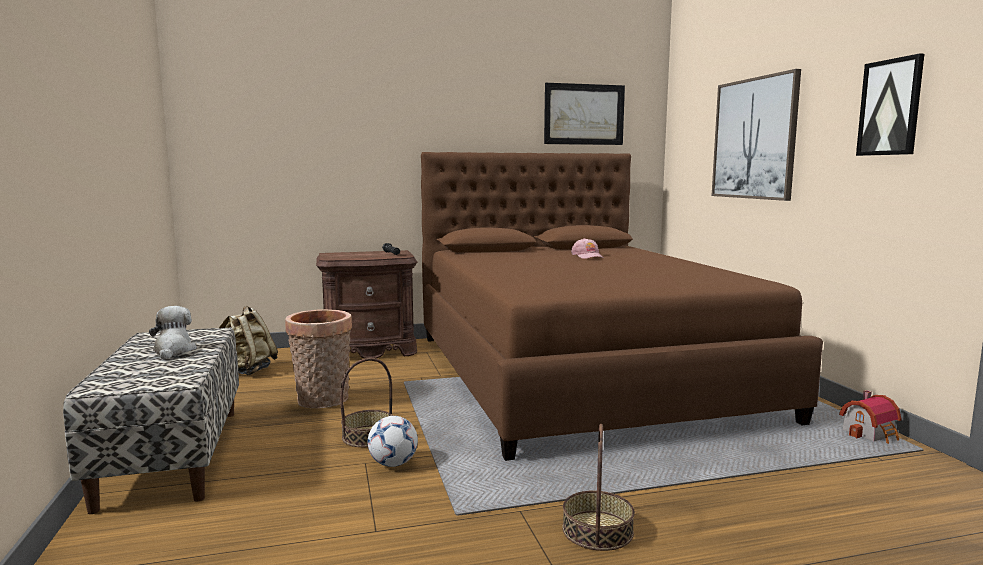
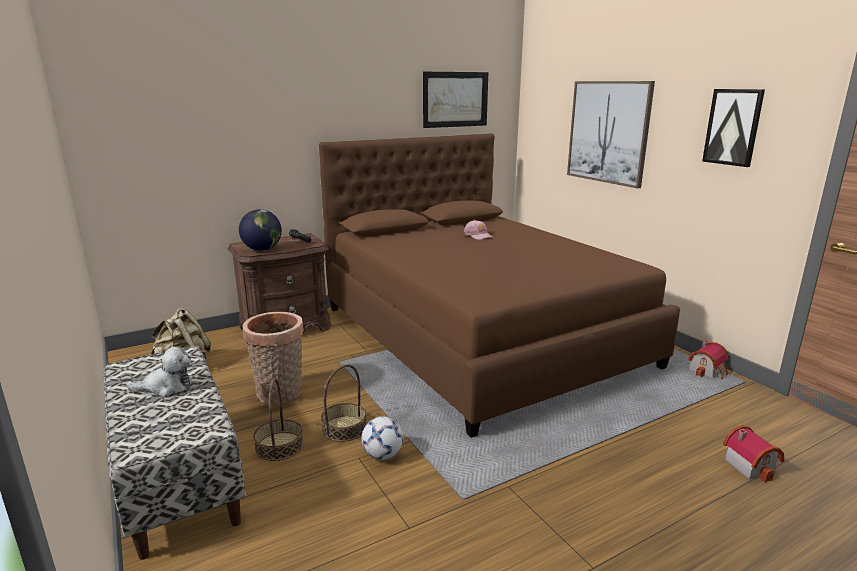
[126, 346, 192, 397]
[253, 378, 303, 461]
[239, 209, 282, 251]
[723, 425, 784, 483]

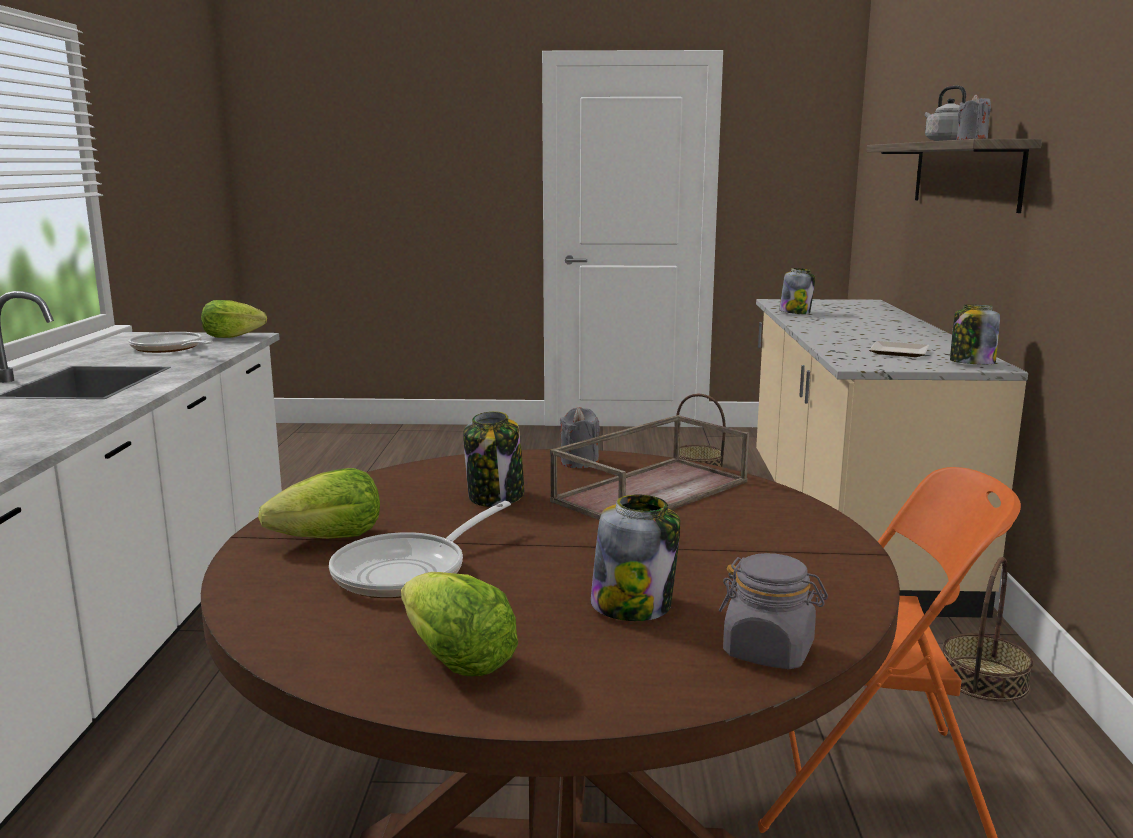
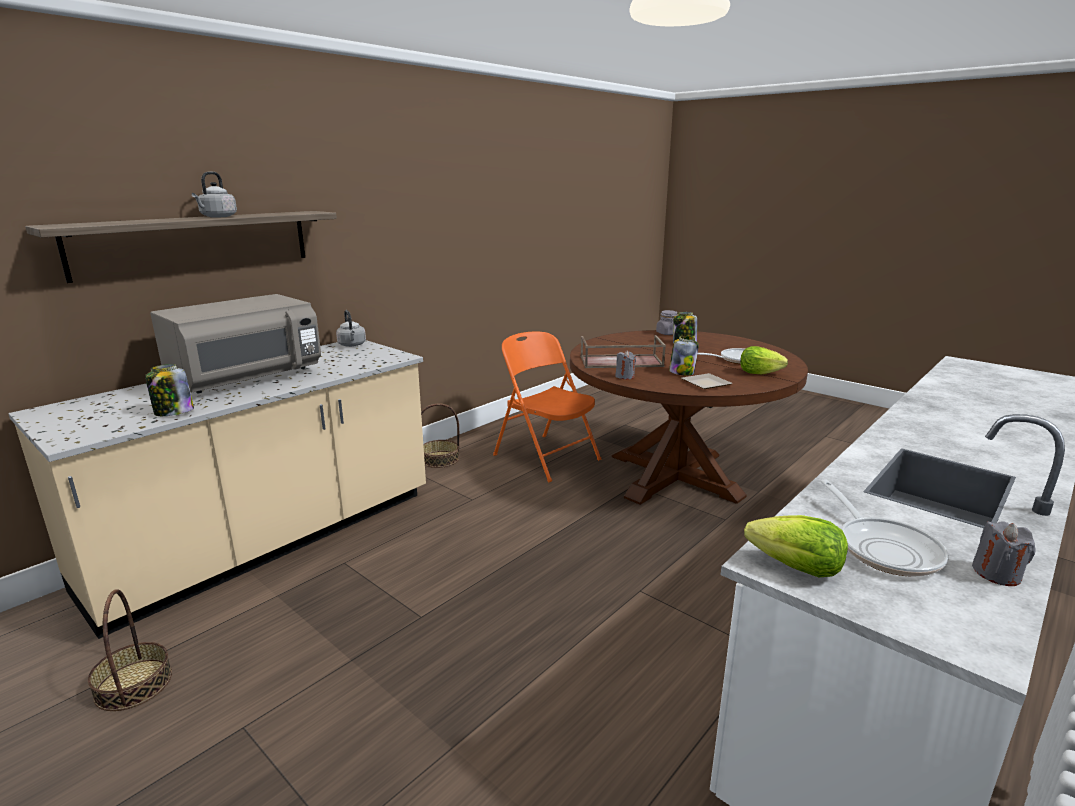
[401, 572, 518, 676] (first image)
[681, 373, 733, 389]
[336, 310, 366, 347]
[972, 521, 1036, 586]
[150, 294, 321, 393]

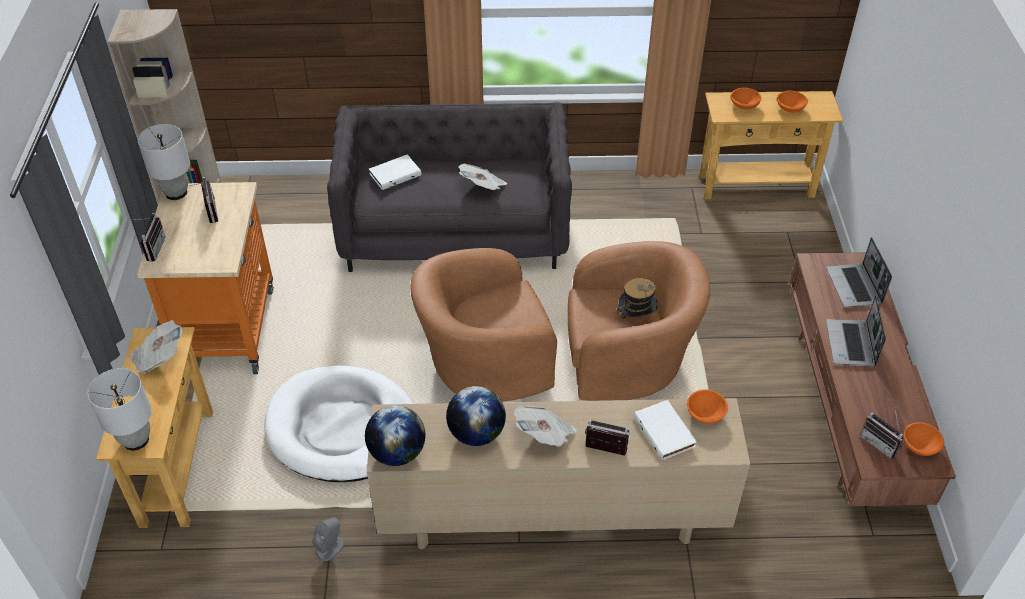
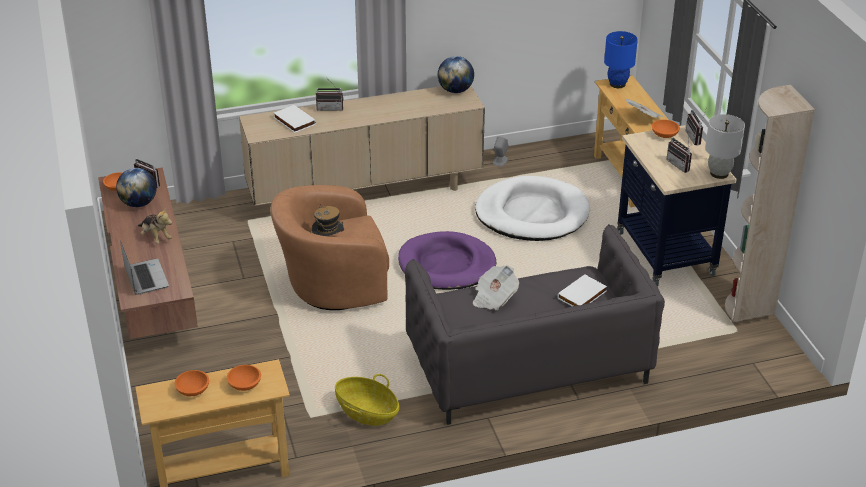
[604, 31, 638, 88]
[617, 125, 737, 286]
[398, 231, 496, 290]
[116, 168, 157, 207]
[514, 405, 577, 447] (first image)
[652, 120, 680, 138]
[138, 208, 172, 244]
[335, 374, 399, 426]

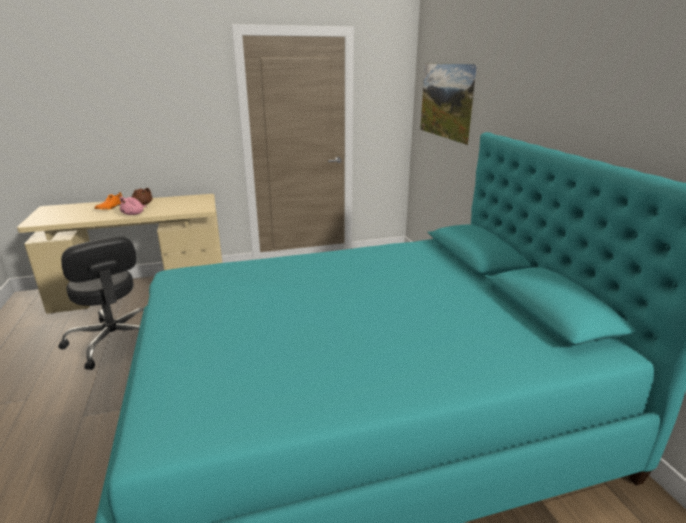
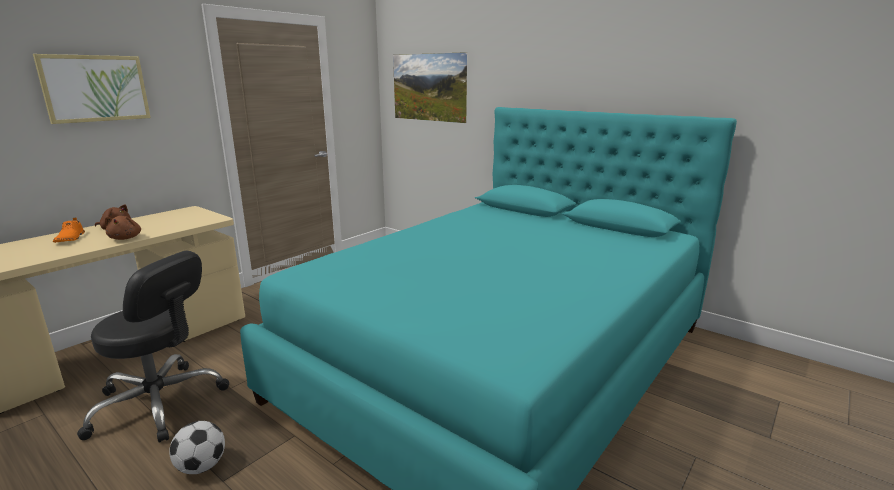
[105, 216, 141, 240]
[33, 54, 151, 124]
[169, 421, 225, 474]

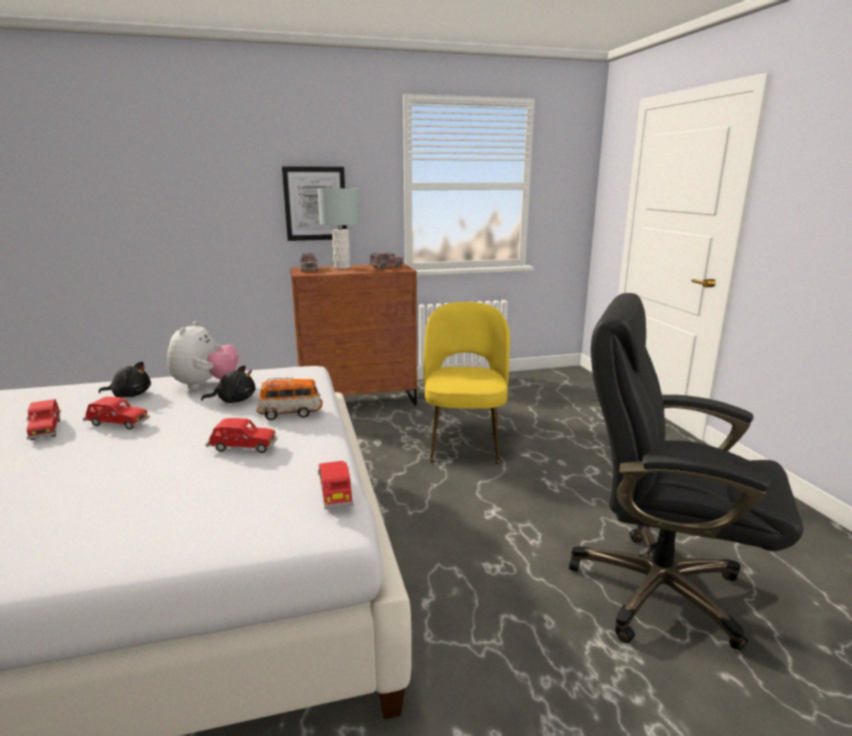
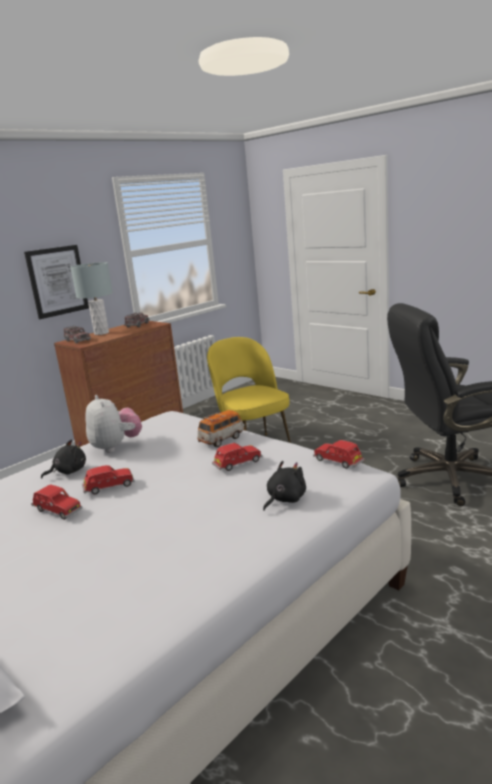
[263, 461, 306, 511]

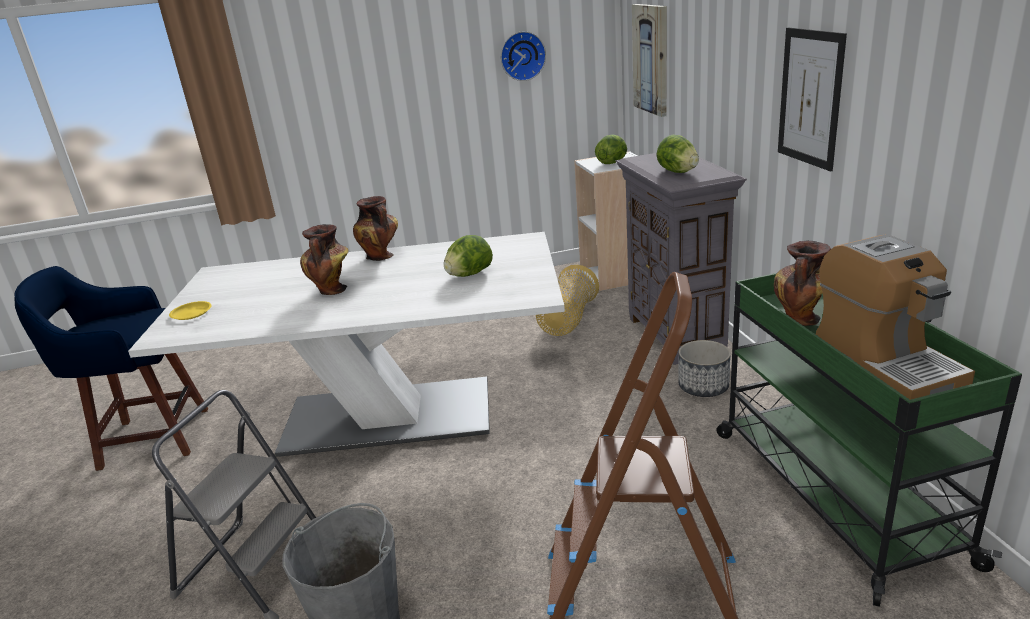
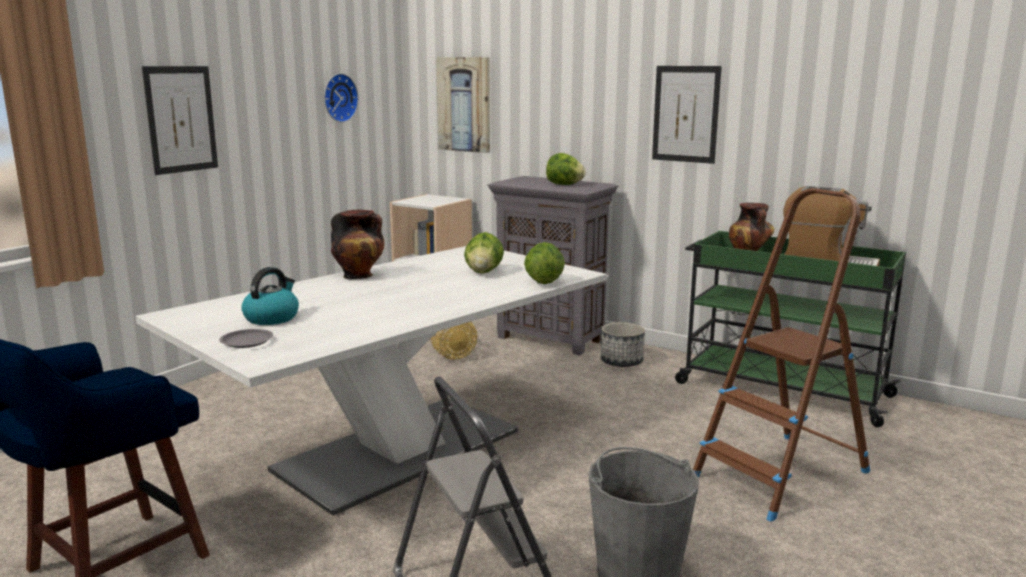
[219, 329, 273, 348]
[300, 224, 348, 295] (first image)
[524, 242, 565, 284]
[142, 66, 218, 175]
[241, 267, 299, 325]

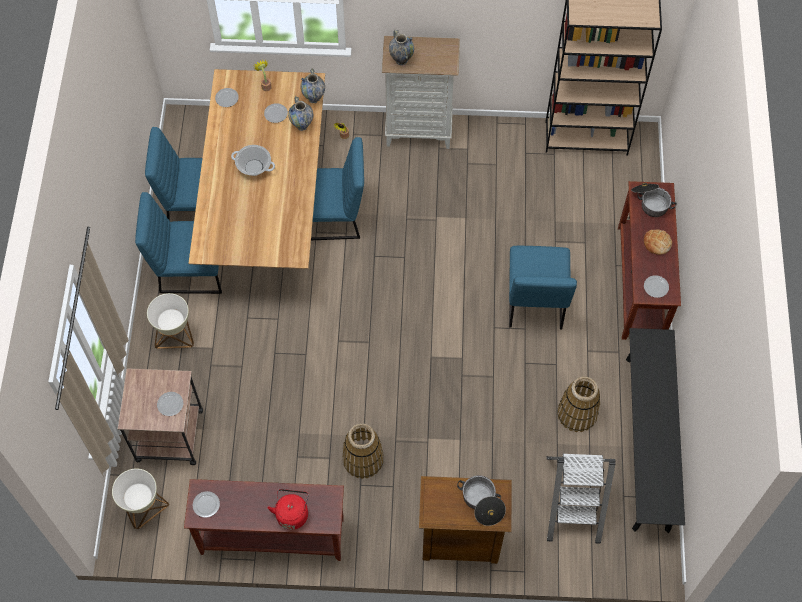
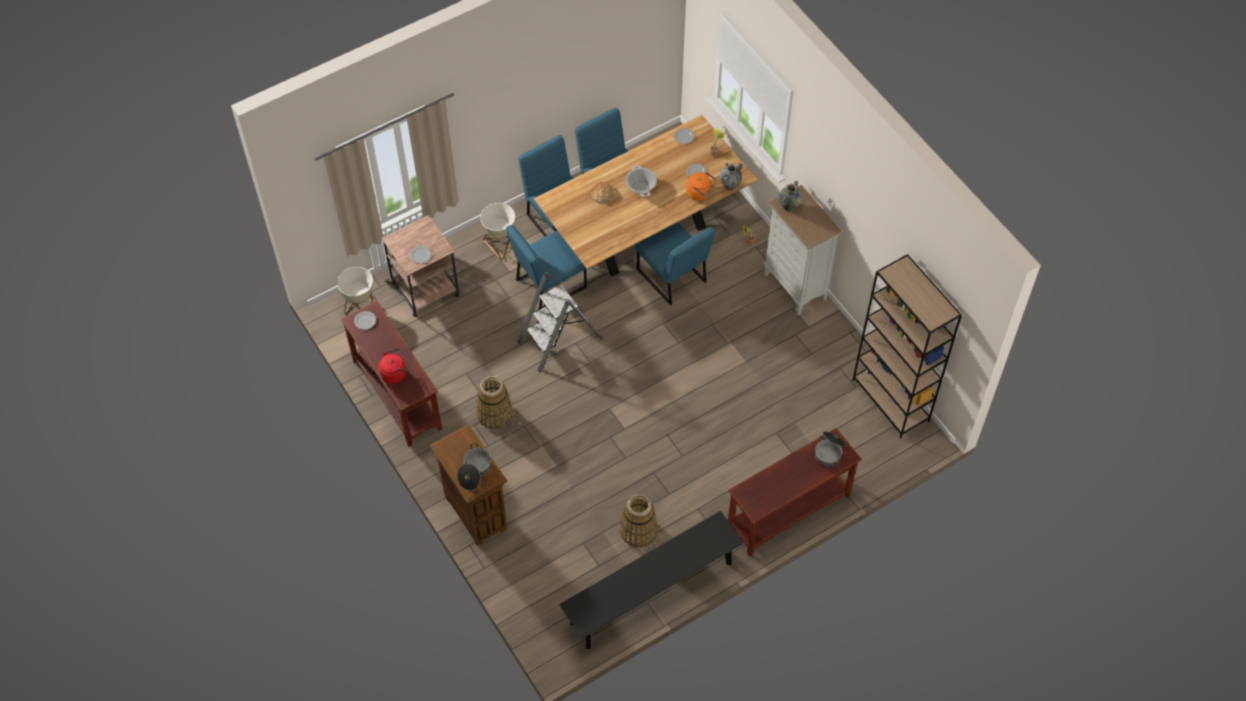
[686, 172, 717, 201]
[506, 225, 587, 310]
[518, 272, 603, 372]
[590, 182, 614, 203]
[644, 275, 669, 298] (first image)

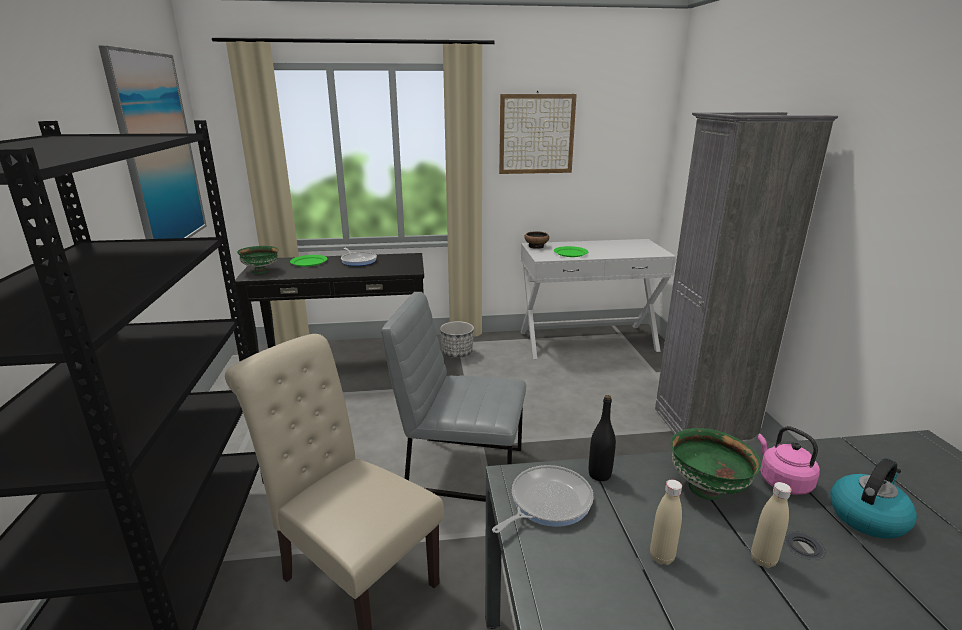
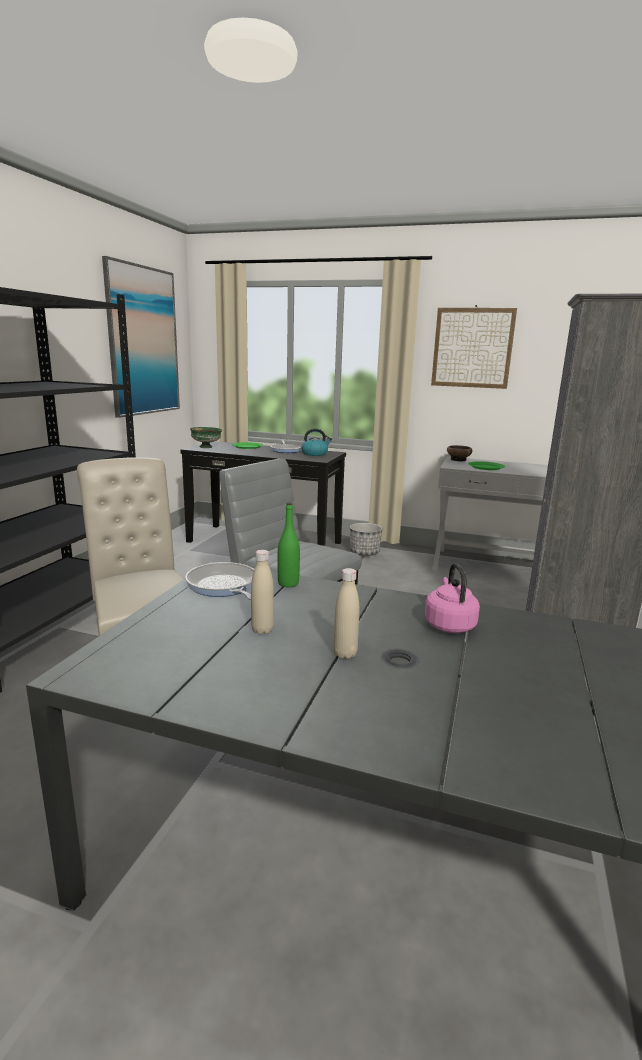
[185, 562, 254, 600]
[278, 502, 300, 587]
[671, 428, 761, 500] (first image)
[301, 428, 332, 456]

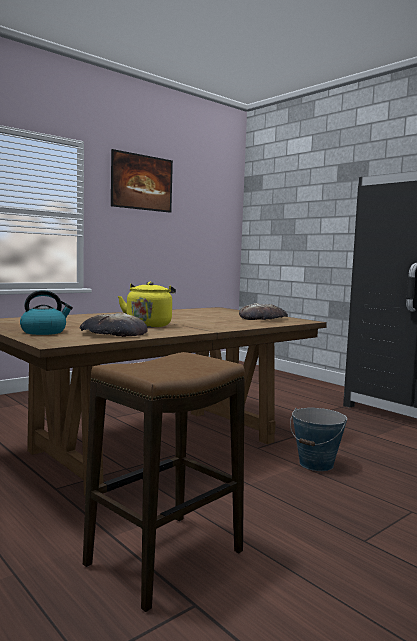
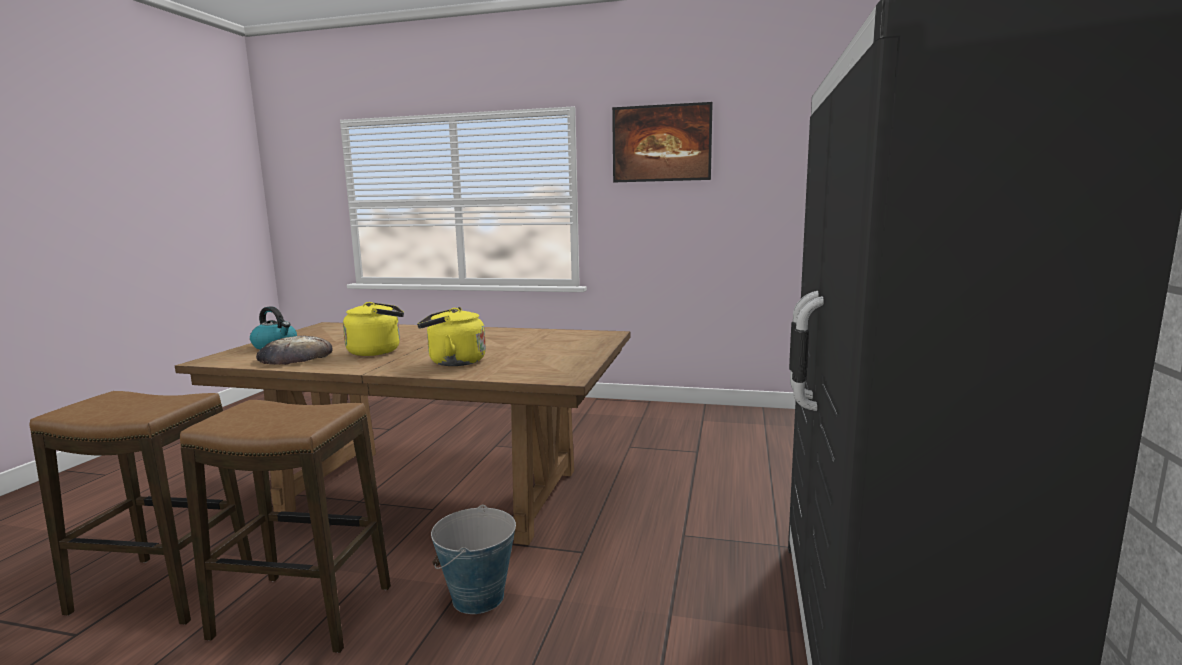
[239, 303, 288, 320] (first image)
[180, 400, 391, 653]
[417, 307, 486, 366]

